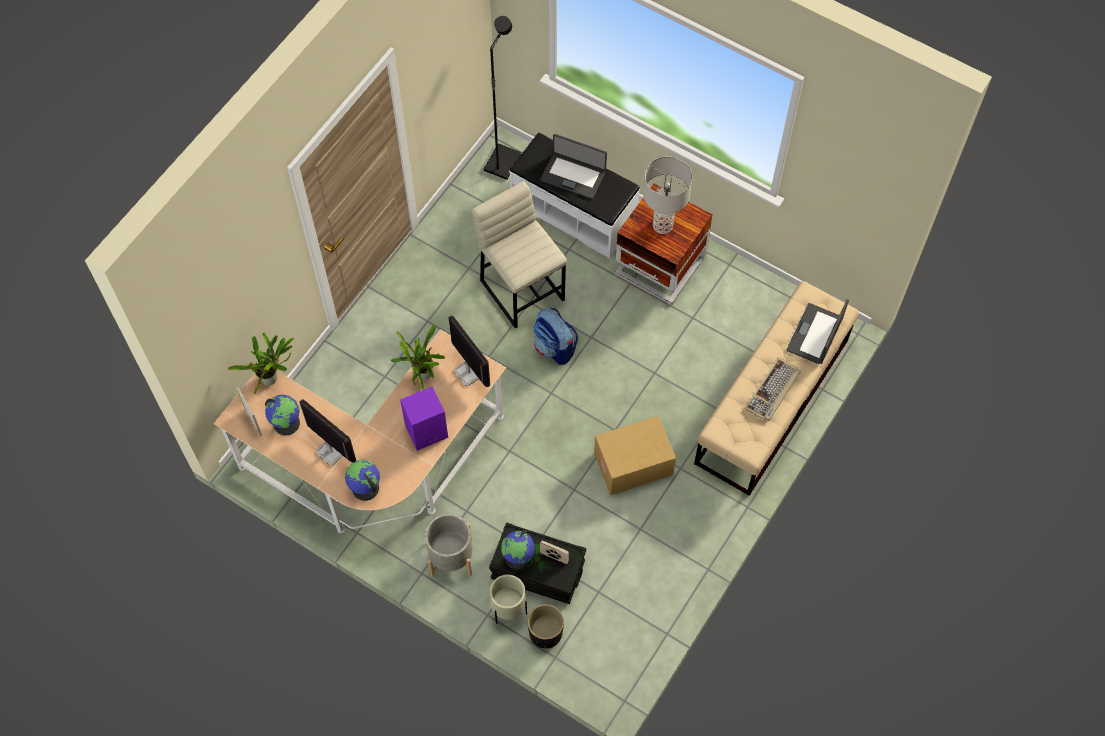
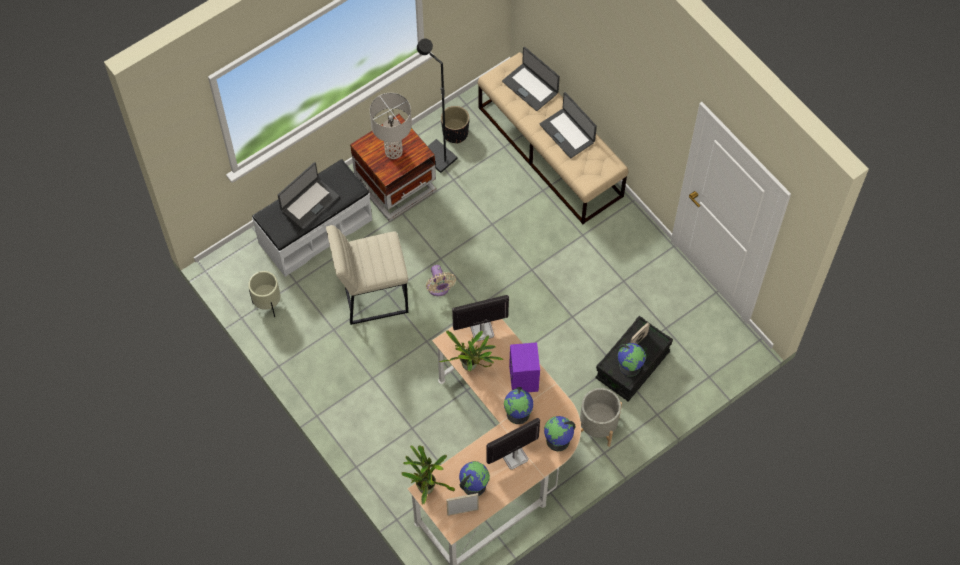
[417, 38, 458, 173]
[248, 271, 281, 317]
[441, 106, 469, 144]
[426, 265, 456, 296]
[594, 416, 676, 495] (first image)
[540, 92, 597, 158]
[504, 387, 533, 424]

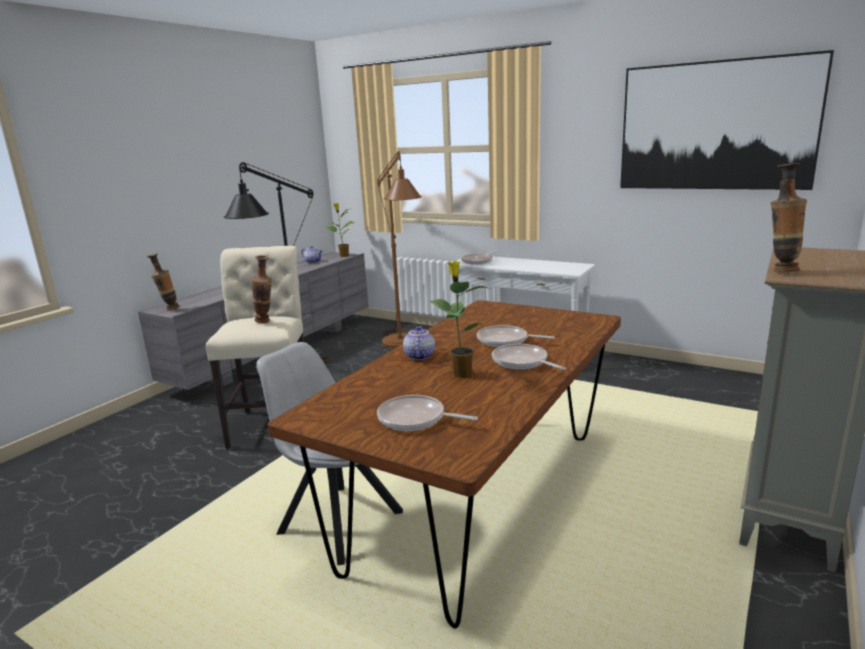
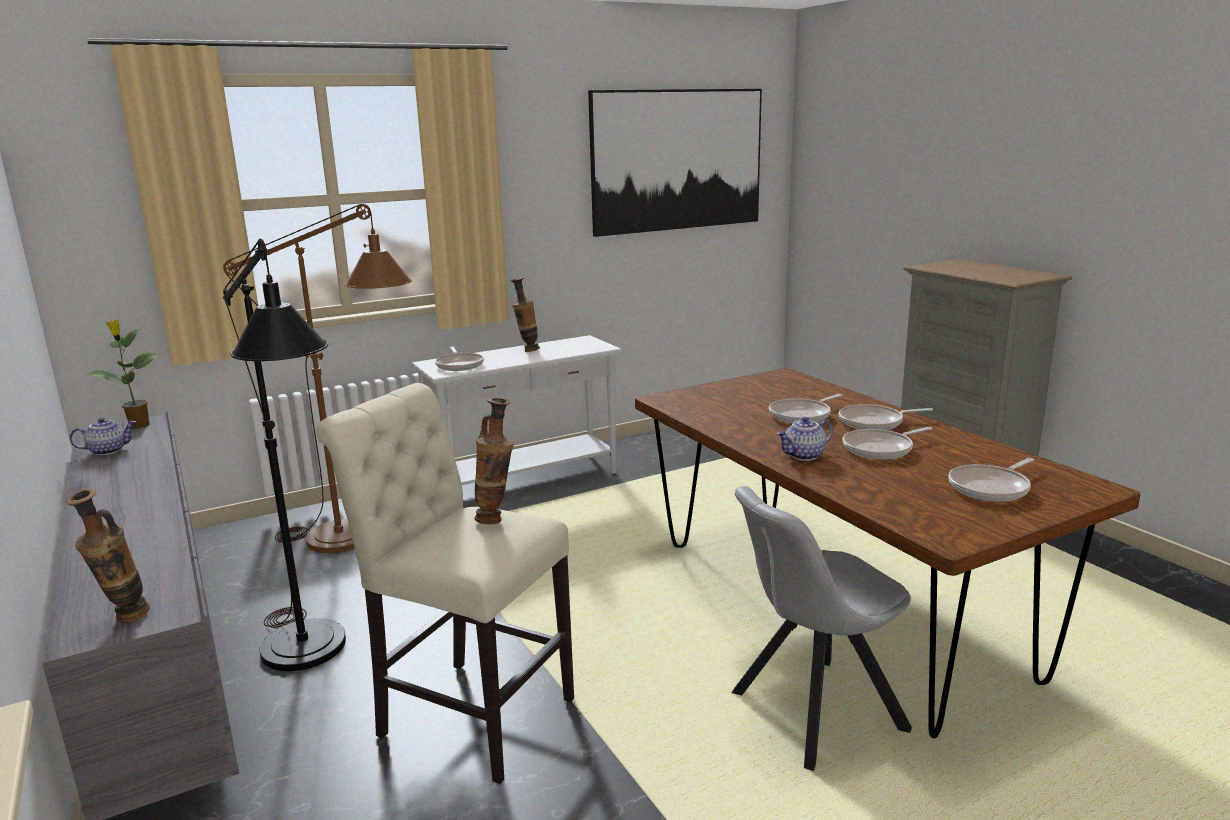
[777, 417, 833, 461]
[843, 427, 932, 460]
[510, 278, 540, 352]

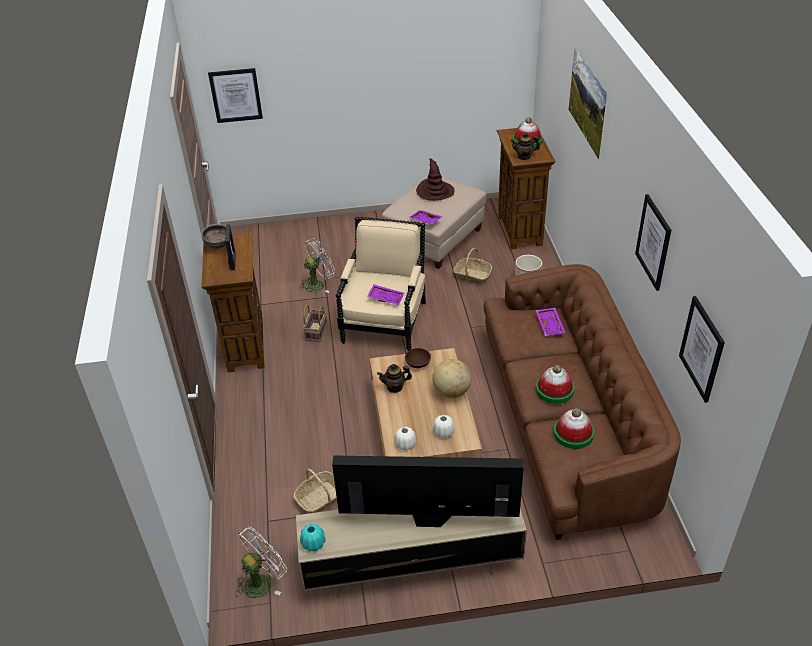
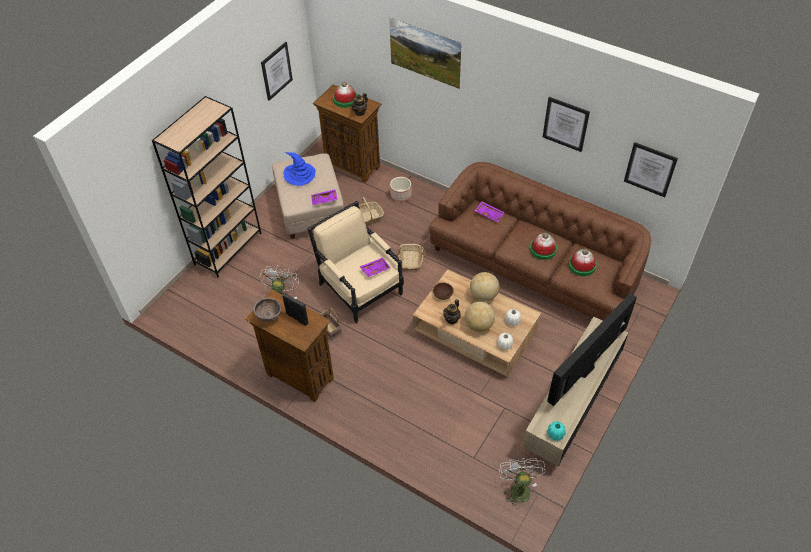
[261, 42, 293, 101]
[398, 244, 425, 270]
[283, 152, 316, 186]
[152, 96, 261, 277]
[465, 301, 495, 332]

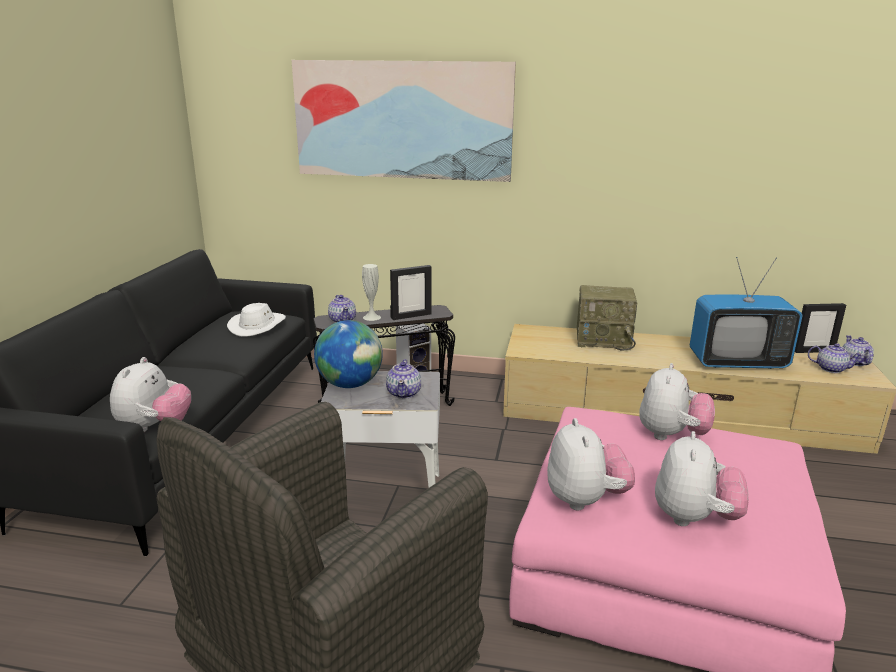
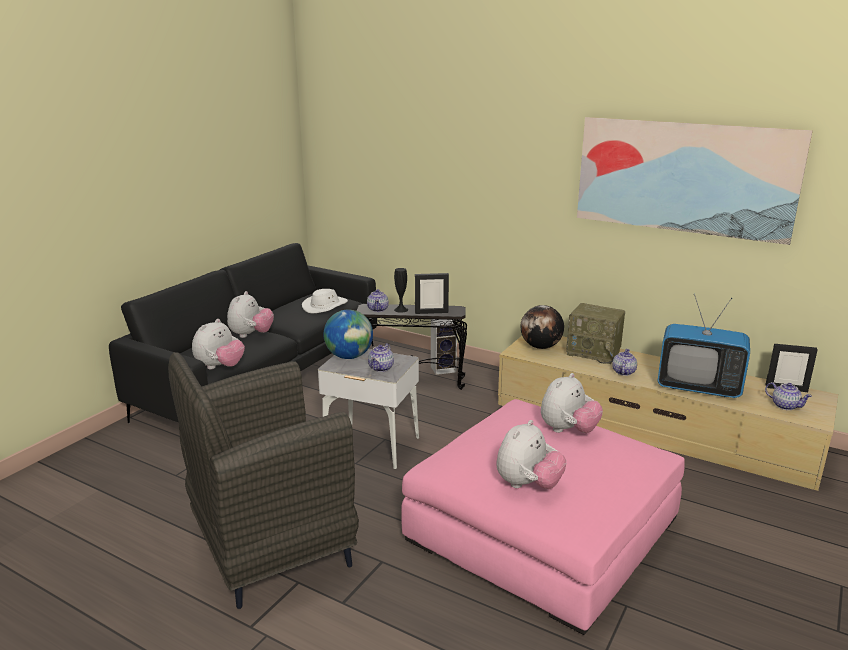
[577, 117, 813, 245]
[394, 268, 408, 312]
[227, 291, 274, 338]
[612, 349, 637, 376]
[521, 305, 564, 349]

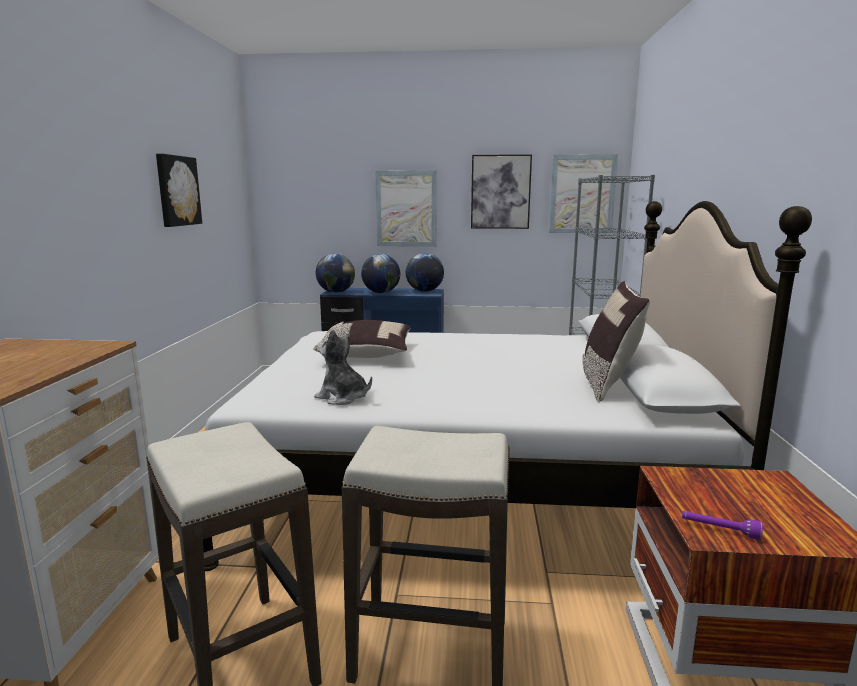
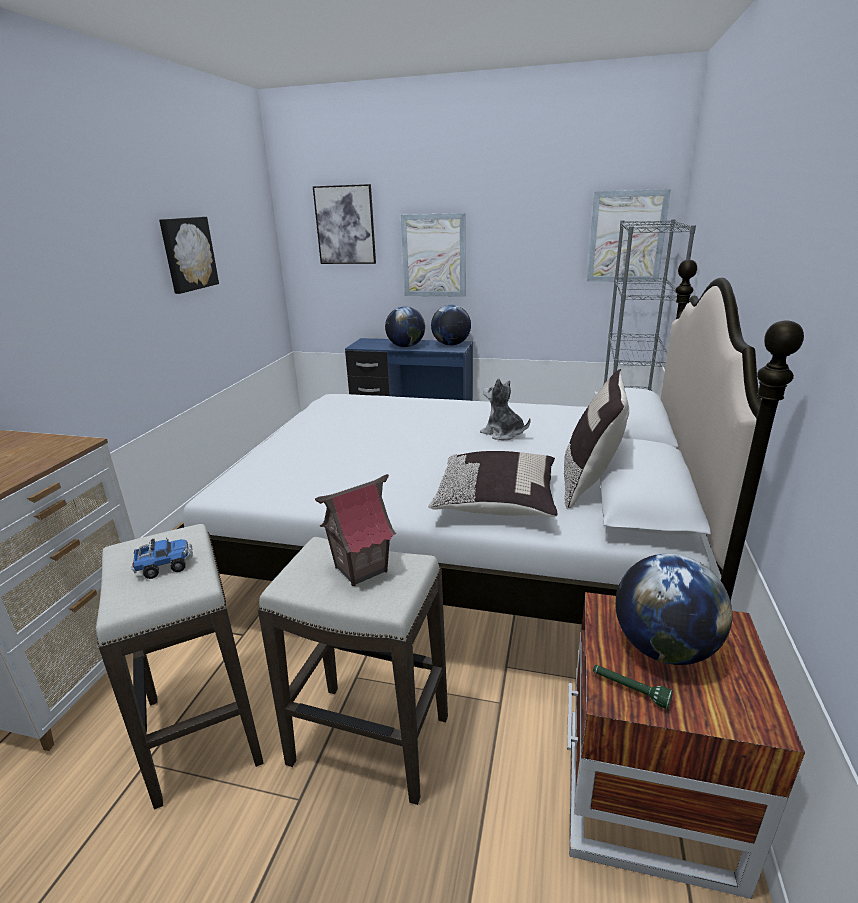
[428, 451, 557, 517]
[480, 378, 531, 440]
[615, 554, 732, 665]
[313, 184, 376, 264]
[593, 665, 673, 709]
[131, 538, 193, 579]
[315, 474, 396, 586]

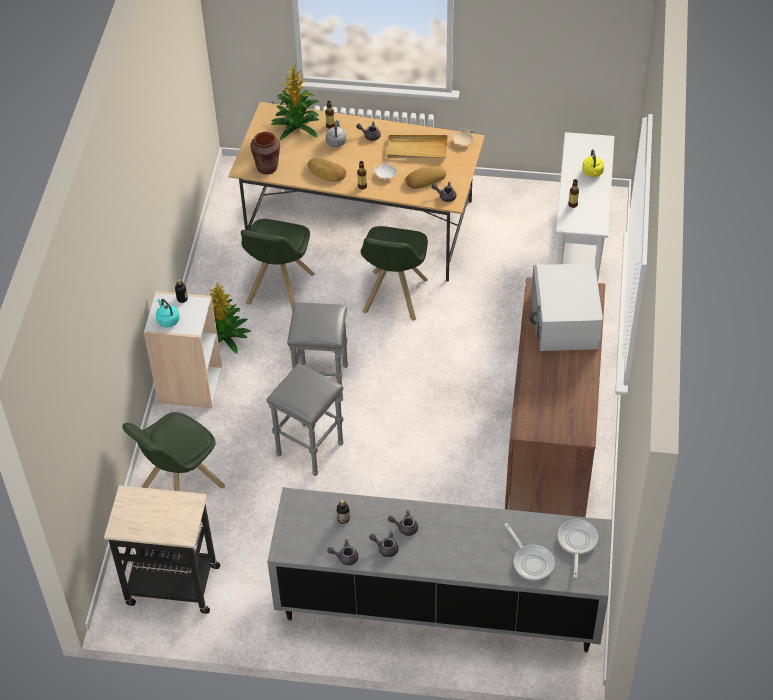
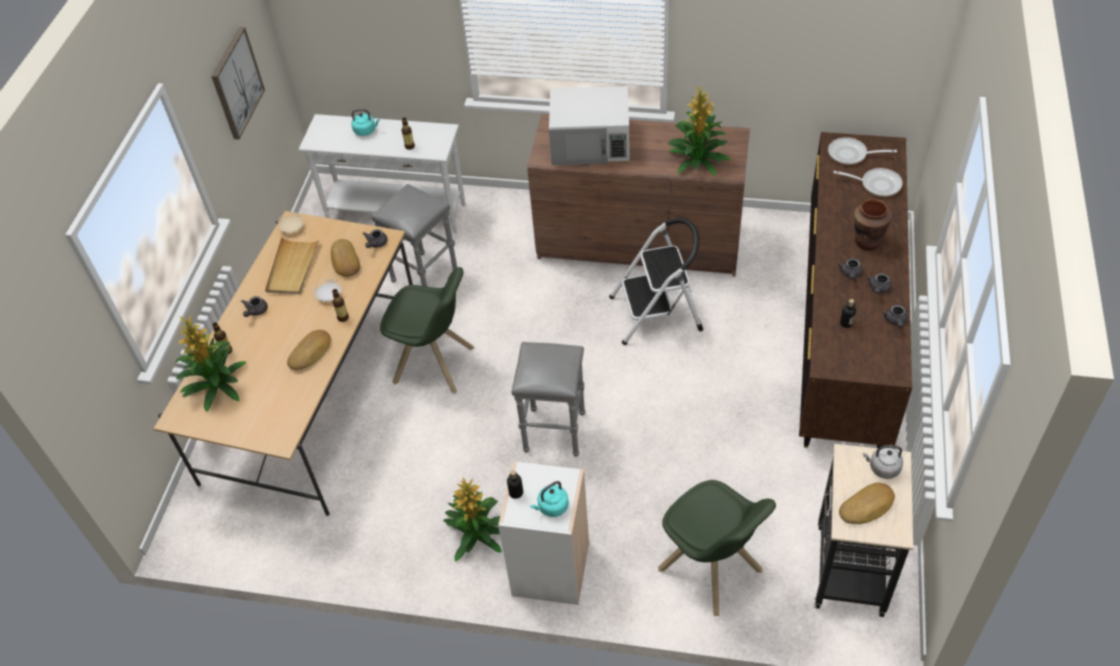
[241, 219, 315, 312] (first image)
[854, 198, 892, 251]
[371, 184, 458, 287]
[799, 132, 912, 448]
[863, 445, 903, 479]
[833, 168, 903, 197]
[351, 109, 380, 136]
[211, 27, 265, 139]
[609, 218, 703, 345]
[668, 85, 730, 176]
[839, 482, 895, 524]

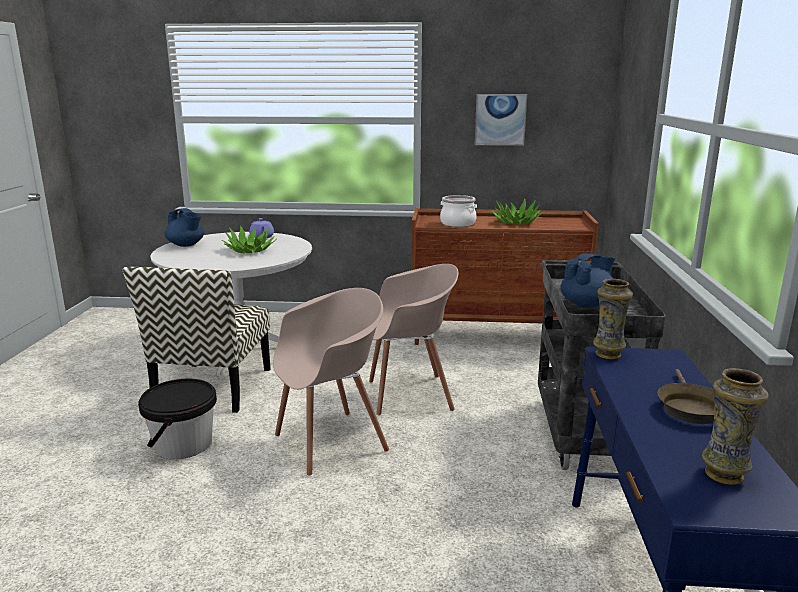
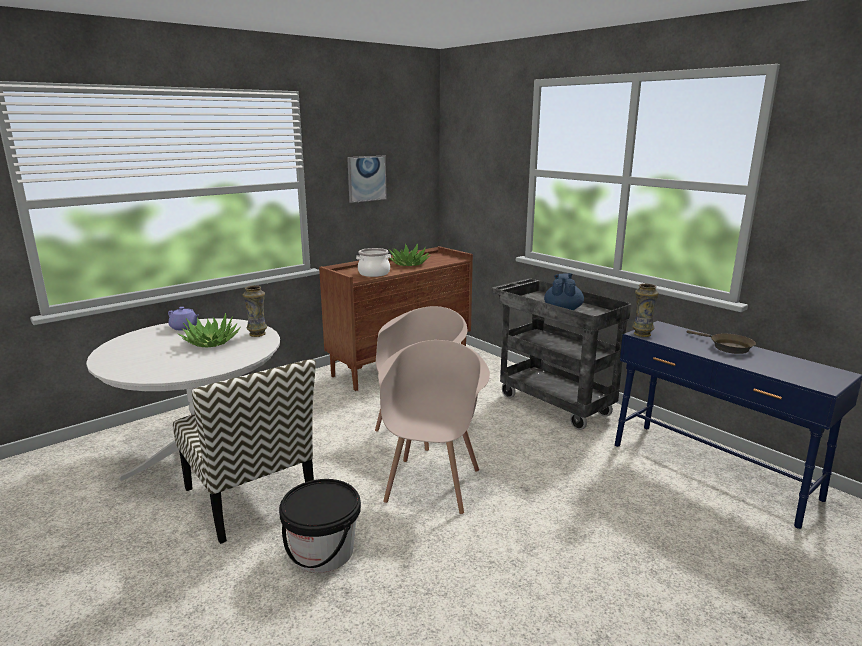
[165, 208, 204, 247] (first image)
[243, 285, 267, 337]

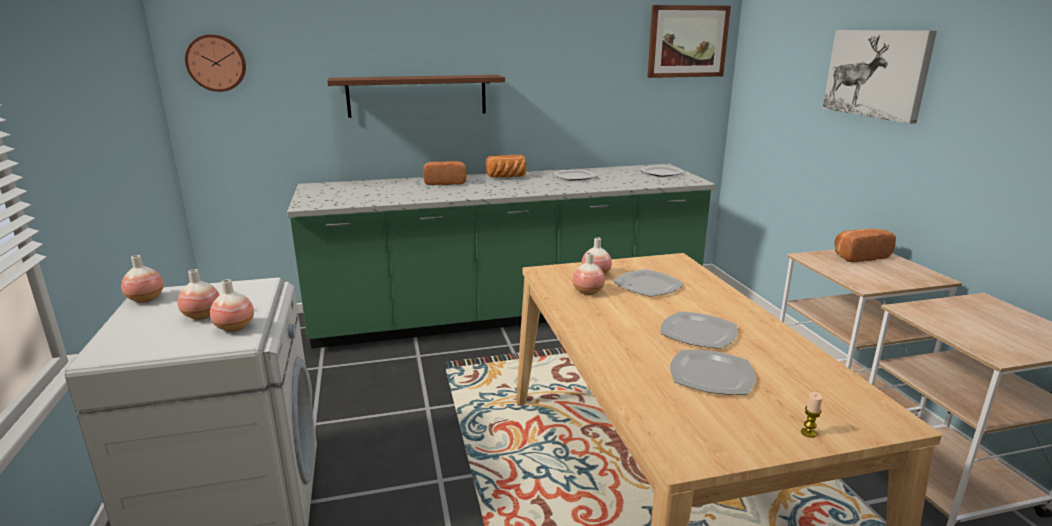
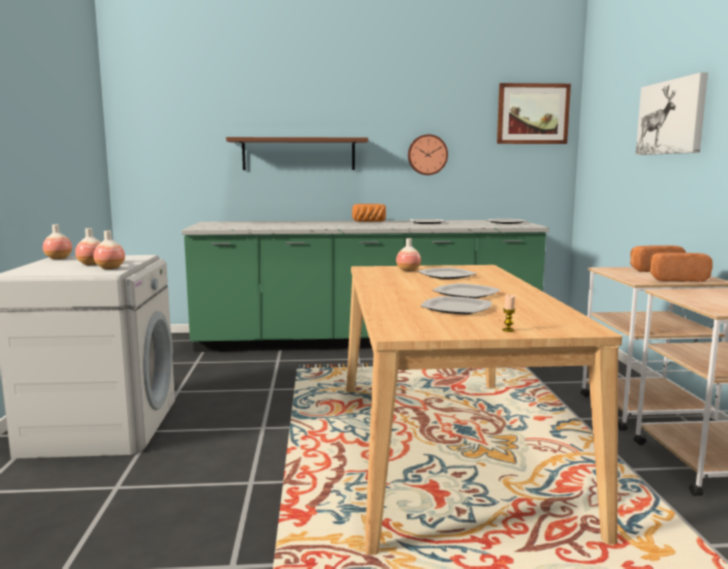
[408, 134, 448, 175]
[650, 253, 713, 282]
[573, 252, 605, 295] (first image)

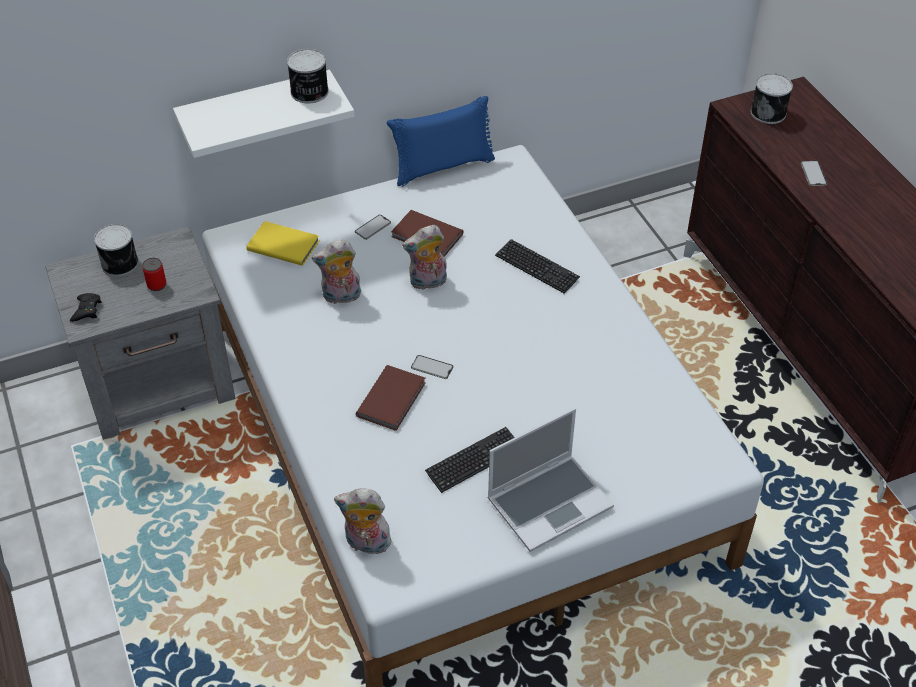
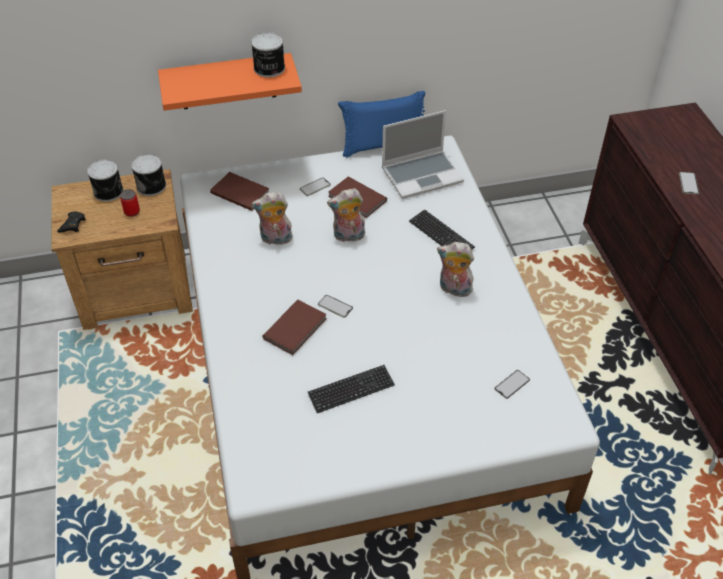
[52, 169, 193, 330]
[158, 53, 302, 111]
[210, 172, 270, 211]
[437, 242, 474, 297]
[382, 110, 464, 199]
[131, 154, 166, 196]
[494, 370, 530, 399]

